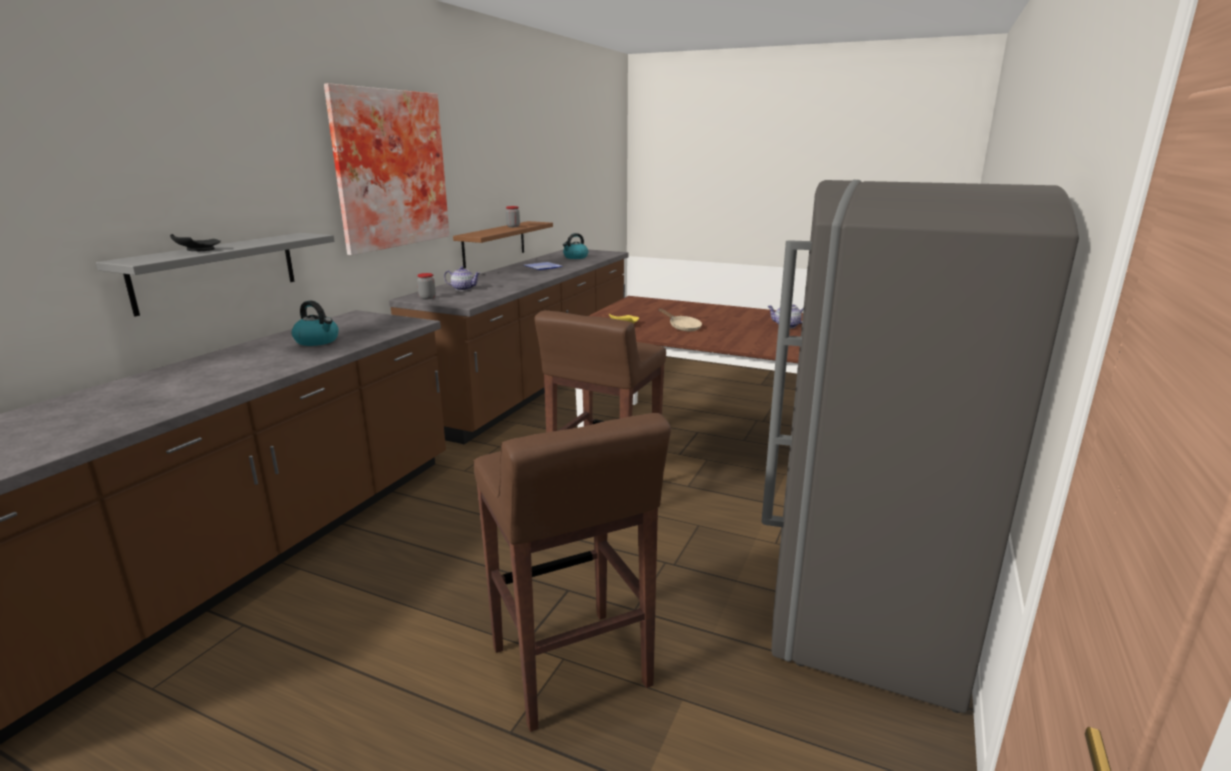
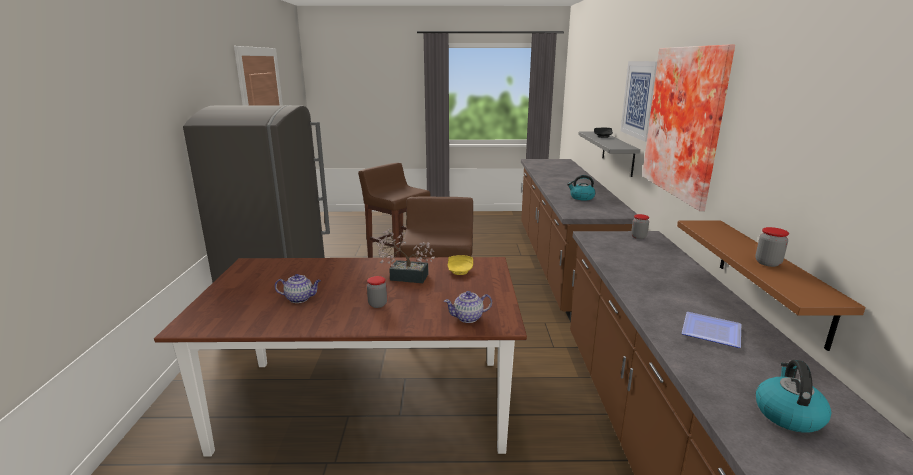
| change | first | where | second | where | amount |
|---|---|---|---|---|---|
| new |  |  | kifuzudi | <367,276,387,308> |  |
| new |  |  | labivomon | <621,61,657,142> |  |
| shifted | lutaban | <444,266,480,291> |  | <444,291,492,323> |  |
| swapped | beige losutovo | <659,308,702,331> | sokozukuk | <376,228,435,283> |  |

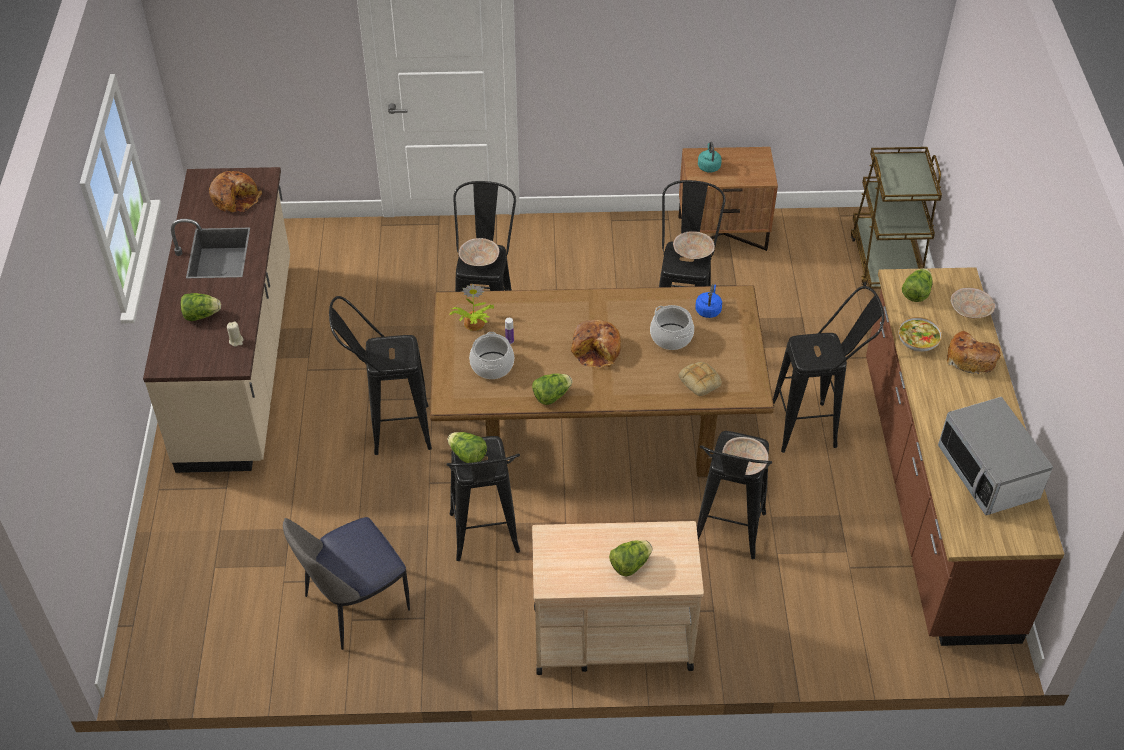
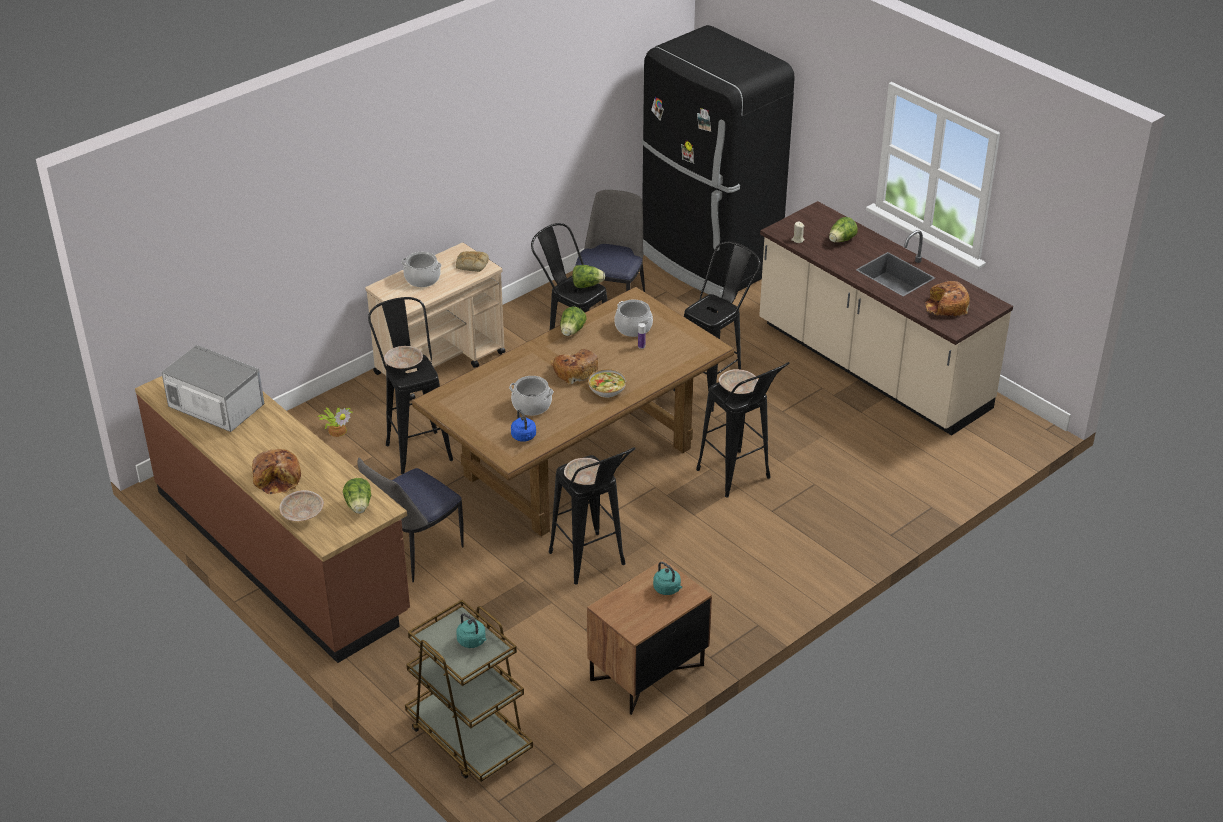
| change | first | where | second | where | amount |
|---|---|---|---|---|---|
| new |  |  | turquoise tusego | <456,613,486,648> |  |
| new |  |  | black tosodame | <642,25,795,298> |  |
| shifted | sokozukuk | <450,284,494,331> |  | <317,407,353,437> |  |
| shifted | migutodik | <679,362,722,396> |  | <456,251,489,272> |  |
| shifted | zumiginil | <899,317,942,352> |  | <588,369,626,398> |  |
| swapped | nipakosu | <609,540,653,577> | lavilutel | <401,252,442,287> |  |
| swapped | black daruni | <773,286,885,453> | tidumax | <357,458,464,582> |  |

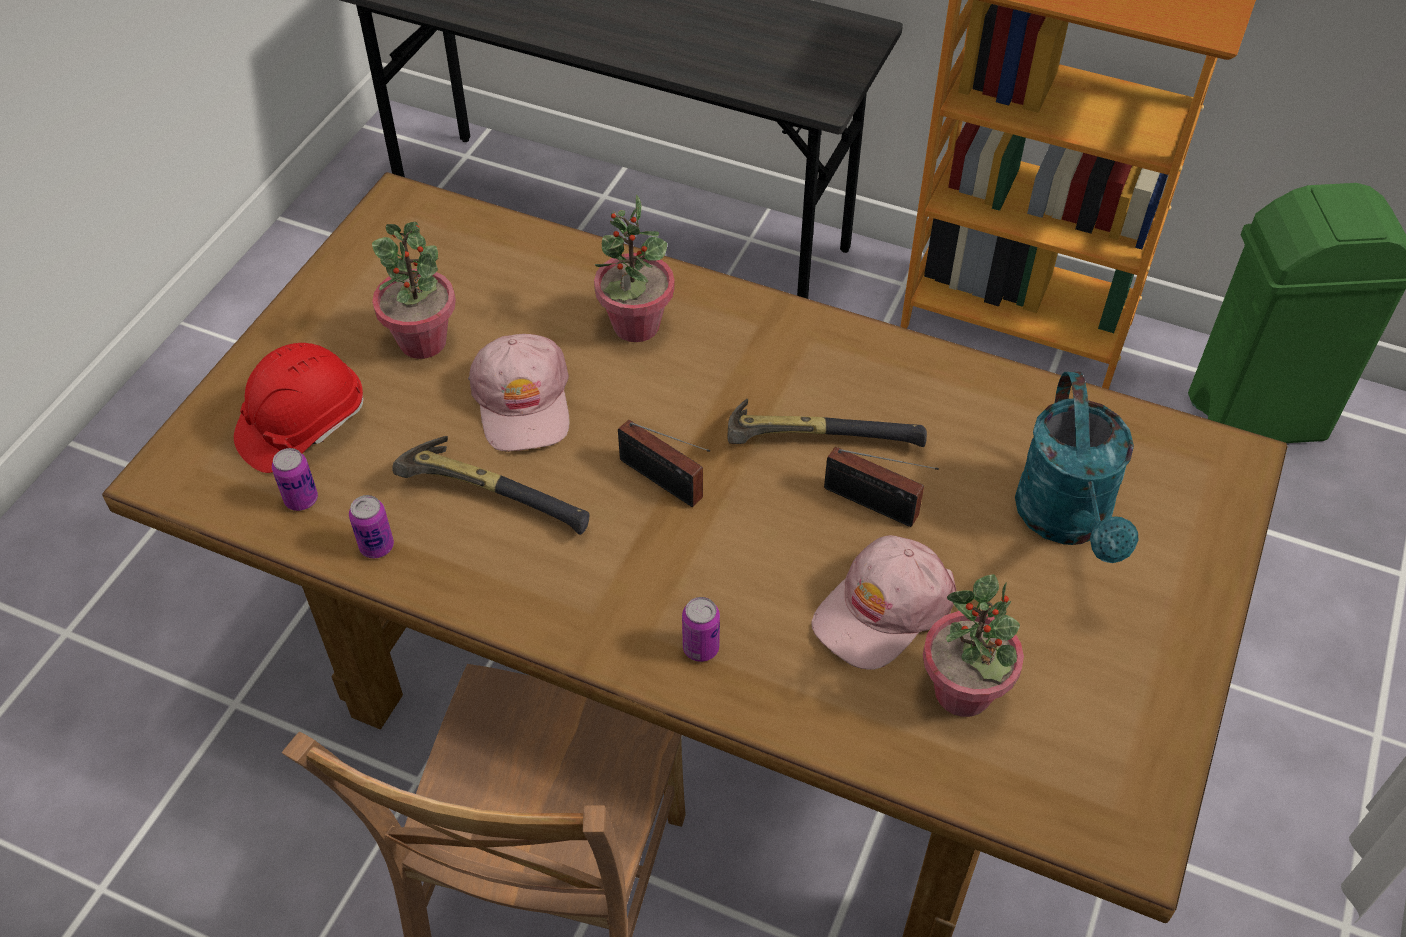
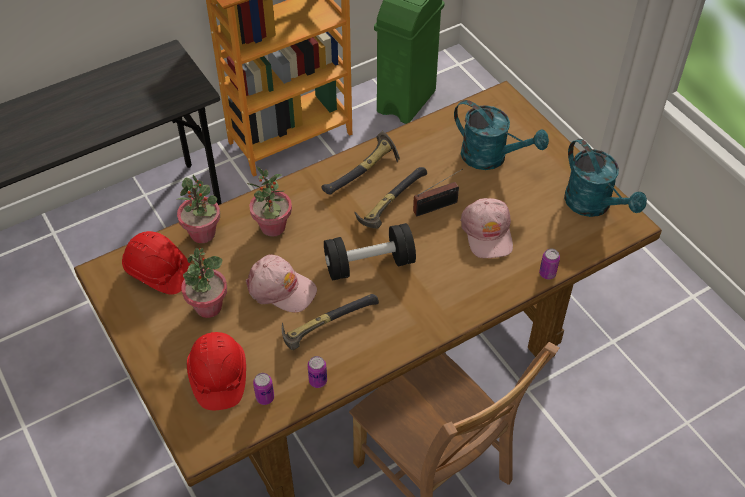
| change | first | where | second | where | amount |
|---|---|---|---|---|---|
| new |  |  | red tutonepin | <122,231,190,295> |  |
| new |  |  | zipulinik | <321,131,400,194> |  |
| new |  |  | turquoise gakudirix | <564,139,647,217> |  |
| shifted | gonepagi | <682,597,720,662> |  | <539,249,560,279> |  |
| shifted | sokozukuk | <923,574,1024,717> |  | <177,175,220,243> |  |
| swapped | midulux | <618,420,710,507> | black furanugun | <324,223,416,280> |  |

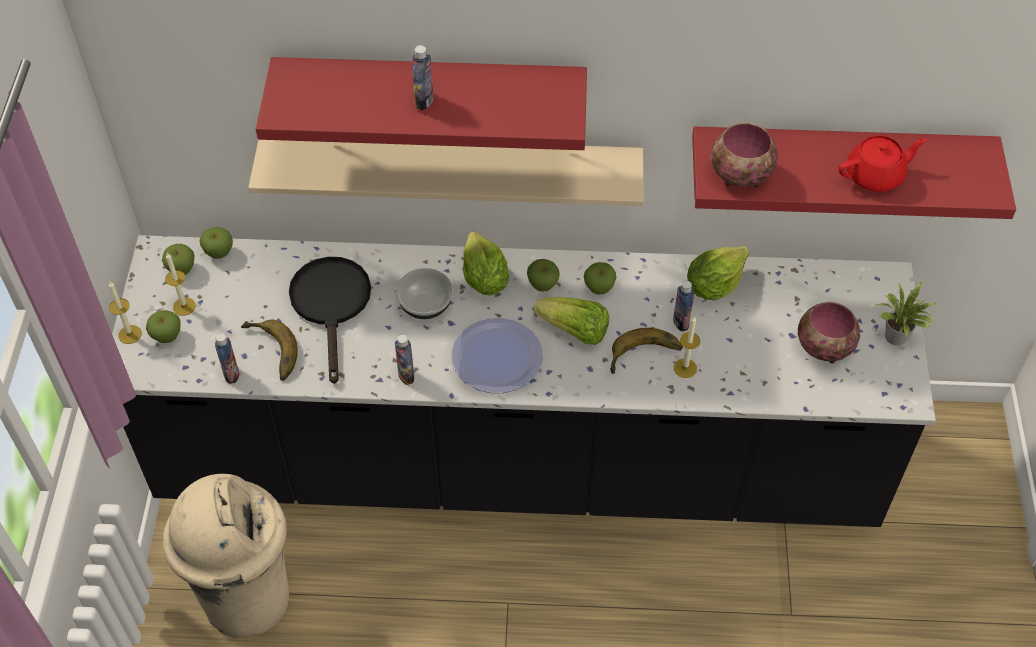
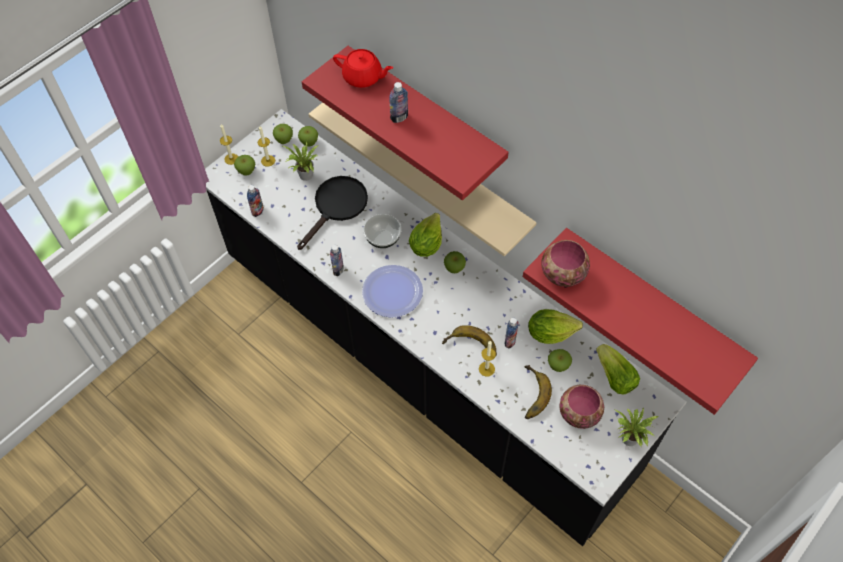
| change | first | where | second | where | amount |
|---|---|---|---|---|---|
| gone | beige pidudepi | <163,474,289,638> |  |  |  |
| new |  |  | sokozukuk | <283,141,319,181> |  |
| shifted | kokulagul | <241,320,298,381> |  | <524,365,552,419> |  |
| shifted | nipakosu | <533,297,609,345> |  | <596,344,640,395> |  |
| shifted | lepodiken | <584,262,617,294> |  | <548,349,572,372> |  |
| shifted | red lutaban | <838,135,927,192> |  | <333,49,393,88> |  |

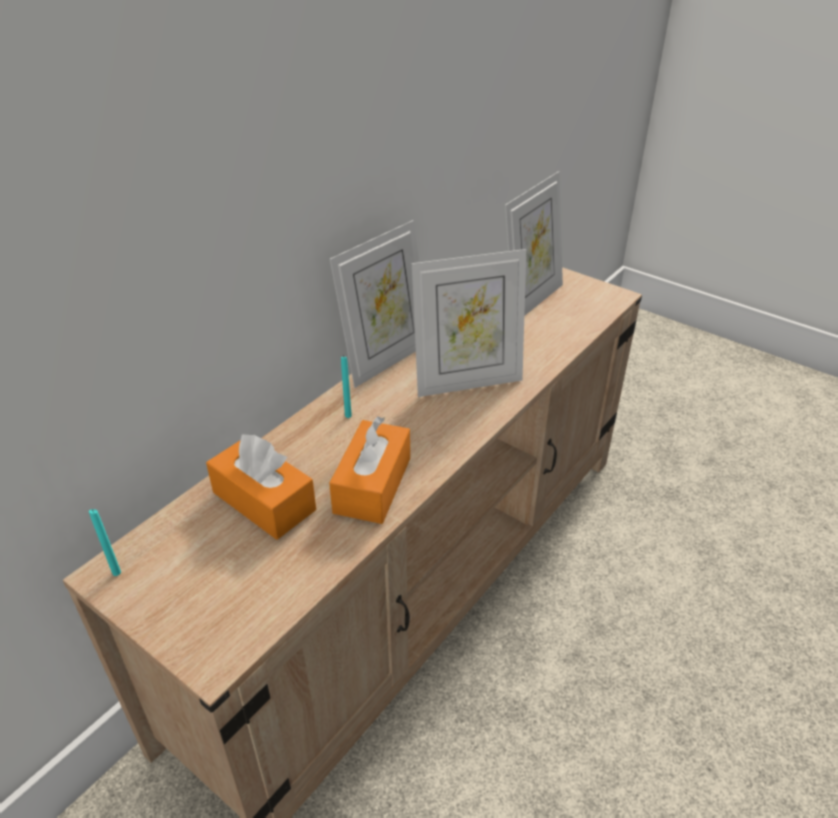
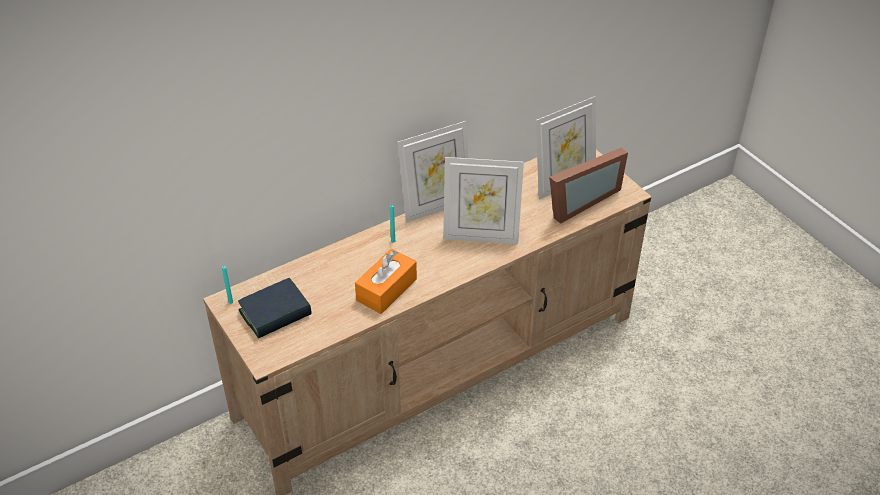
| change | first | where | second | where | amount |
|---|---|---|---|---|---|
| gone | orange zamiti | <206,434,316,540> |  |  |  |
| new |  |  | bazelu | <238,278,312,338> |  |
| new |  |  | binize | <549,148,628,224> |  |

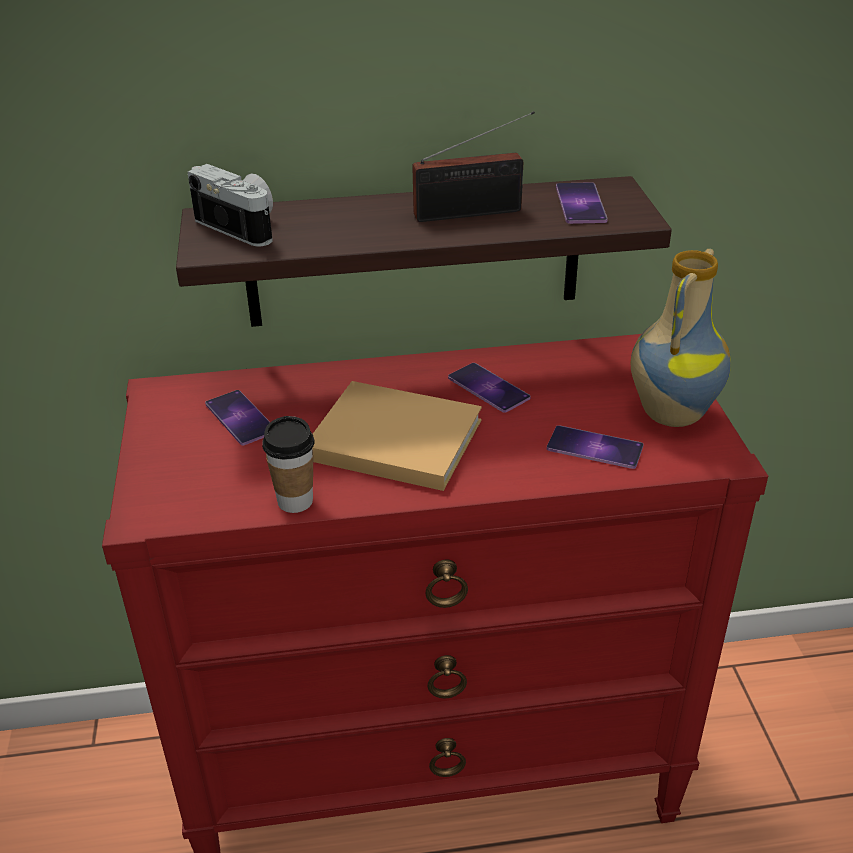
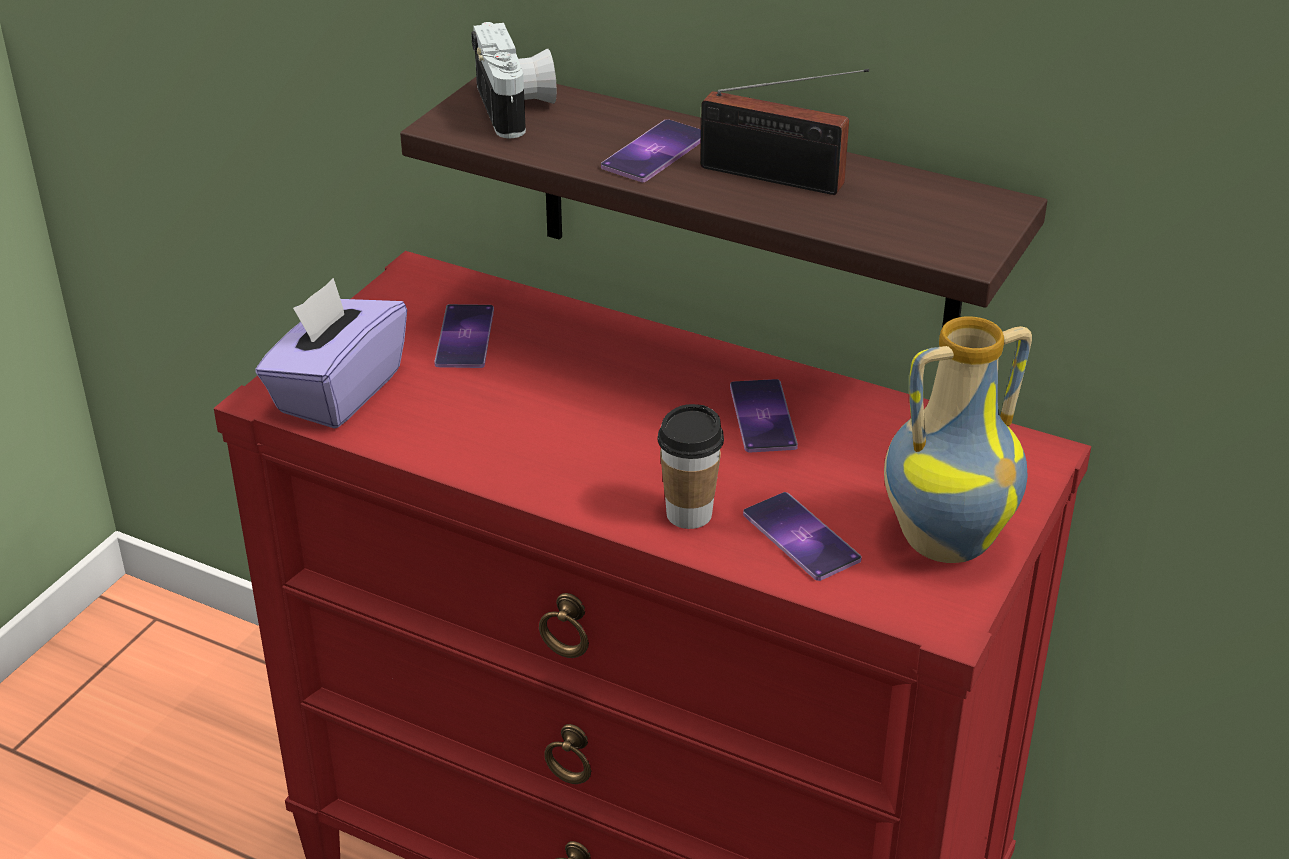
| change | first | where | second | where | amount |
|---|---|---|---|---|---|
| gone | beige bazelu | <312,381,482,491> |  |  |  |
| new |  |  | purple zamiti | <255,278,407,429> |  |
| shifted | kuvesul | <262,416,315,513> |  | <657,404,724,529> |  |
| shifted | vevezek | <556,182,608,224> |  | <601,119,701,182> |  |

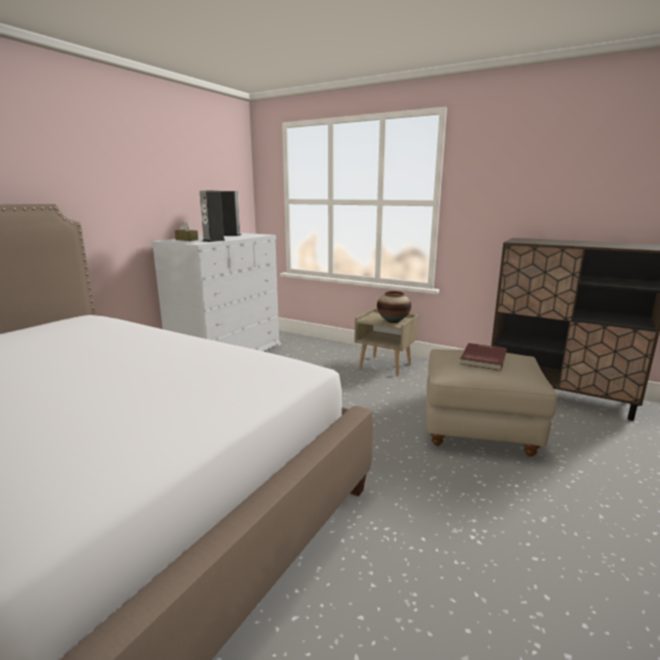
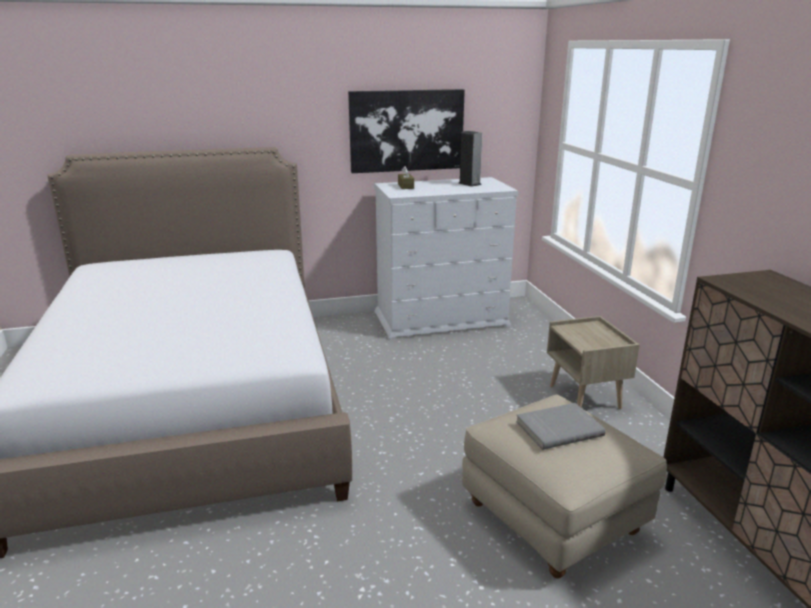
| change | first | where | second | where | amount |
|---|---|---|---|---|---|
| gone | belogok | <200,191,226,242> |  |  |  |
| gone | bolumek | <377,291,411,323> |  |  |  |
| new |  |  | labivomon | <348,89,465,173> |  |
| repainted | red bazelu | <460,343,507,371> | grey bazelu | <516,403,605,450> |  |

